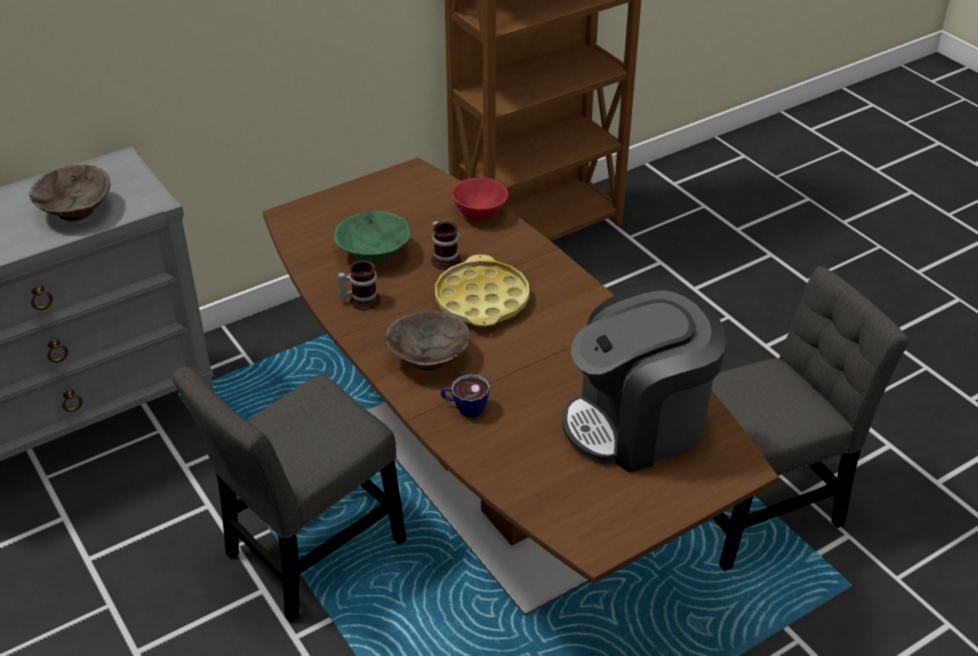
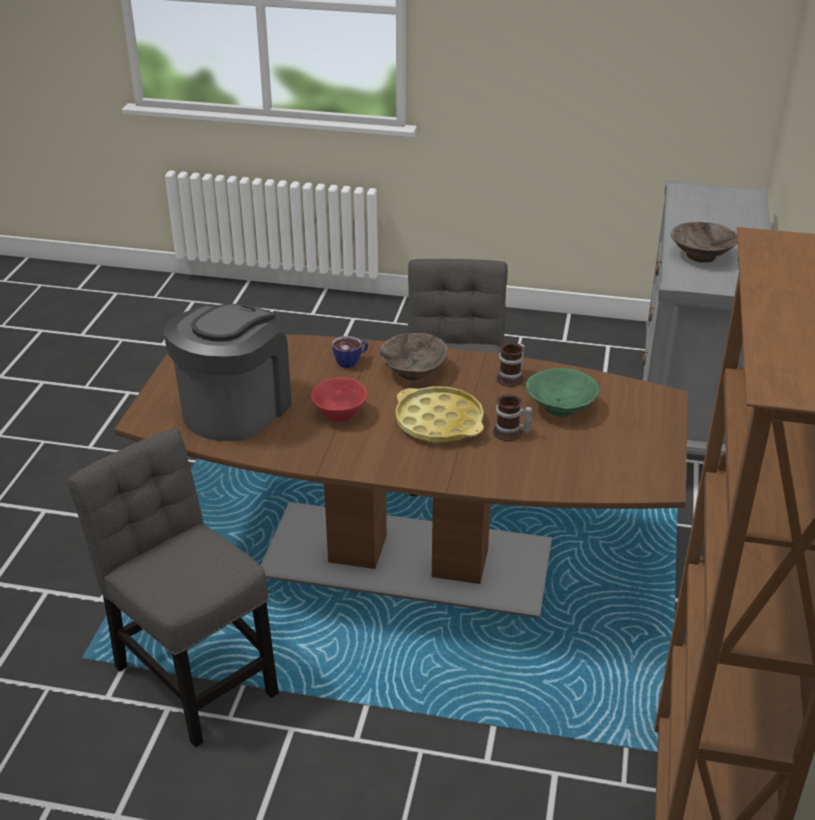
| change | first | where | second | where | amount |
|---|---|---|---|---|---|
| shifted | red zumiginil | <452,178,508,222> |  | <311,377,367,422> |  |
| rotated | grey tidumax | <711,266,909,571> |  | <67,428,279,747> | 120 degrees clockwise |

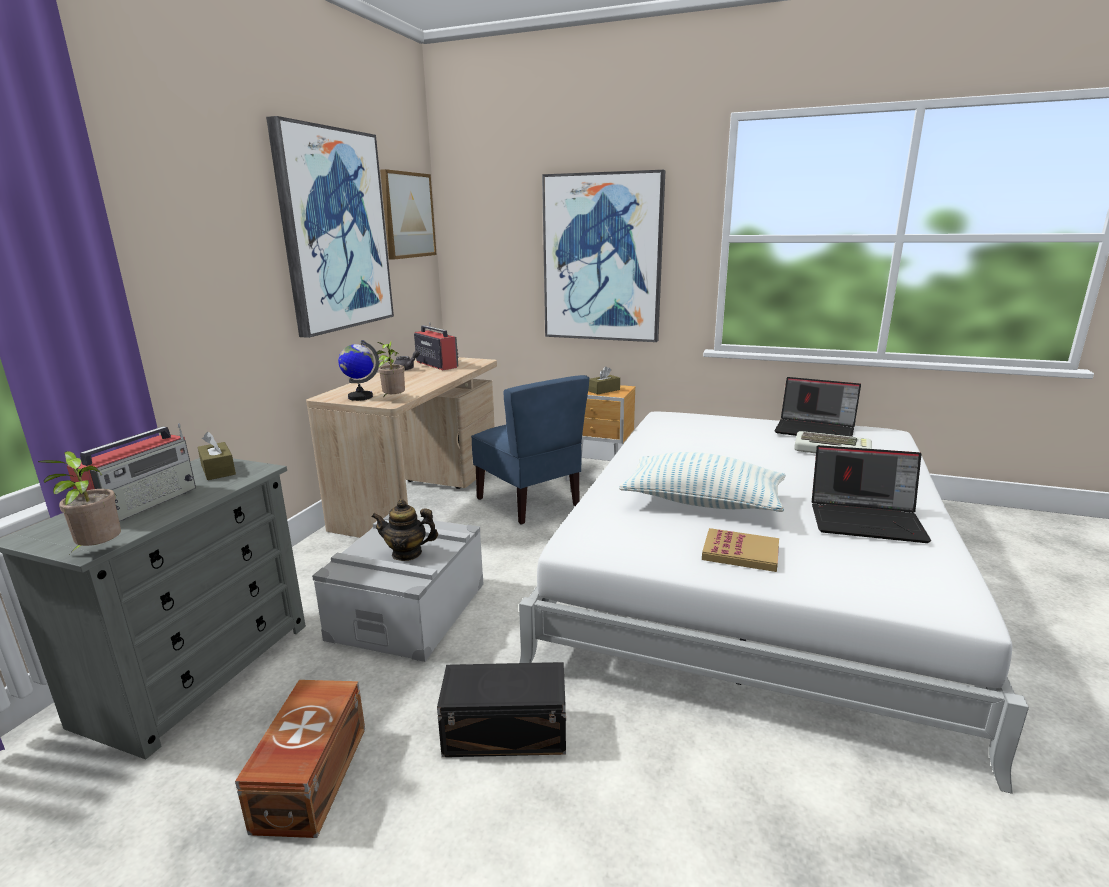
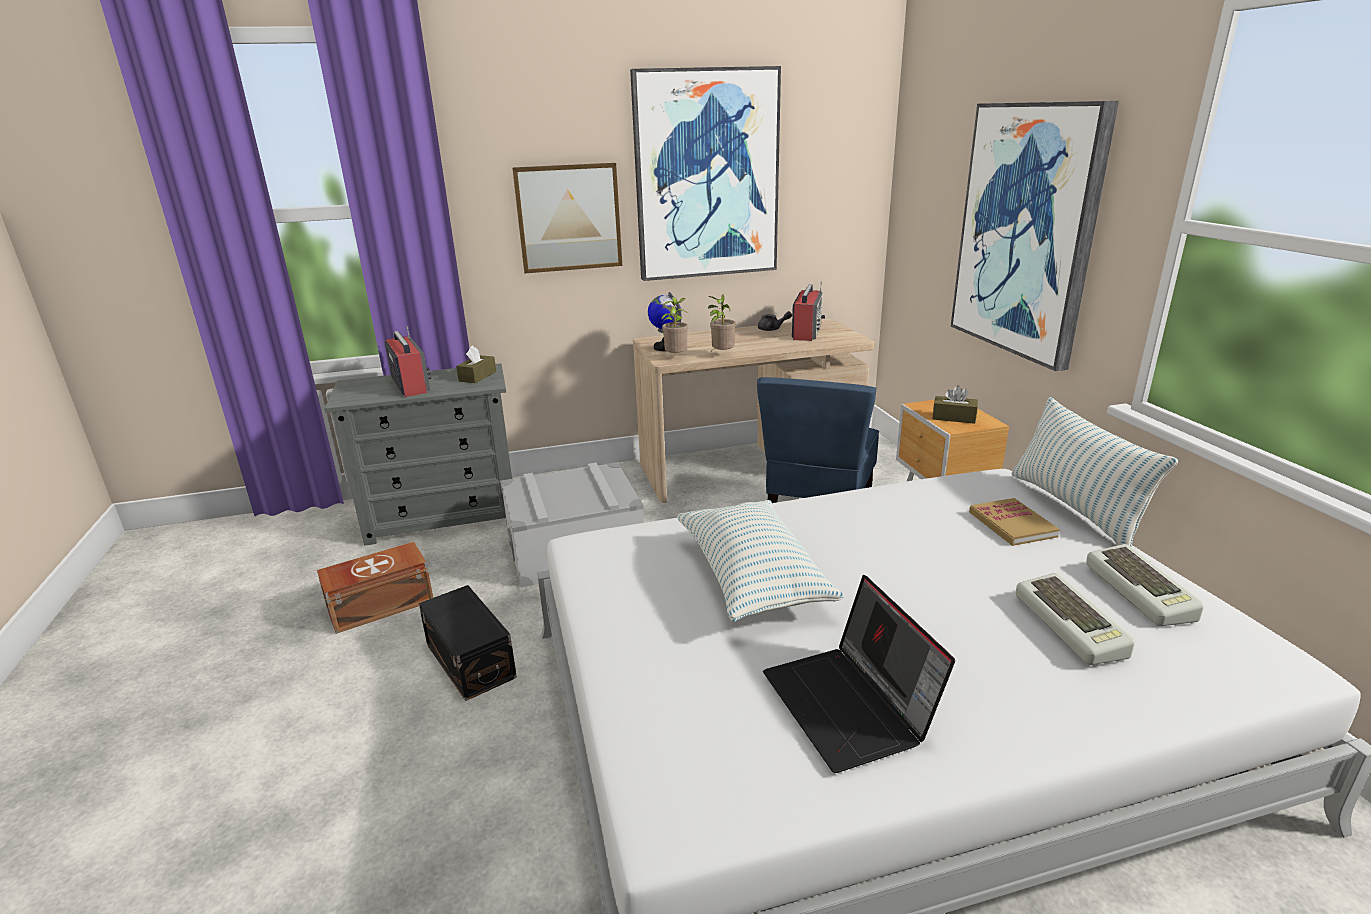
| change | first | where | second | where | amount |
|---|---|---|---|---|---|
| gone | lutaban | <371,499,438,561> |  |  |  |
| new |  |  | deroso | <1011,397,1178,547> |  |
| shifted | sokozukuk | <38,451,121,554> |  | <708,294,736,353> |  |
| shifted | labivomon | <380,169,437,260> |  | <512,163,622,273> |  |
| shifted | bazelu | <702,528,779,572> |  | <969,498,1060,546> |  |
| swapped | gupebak | <774,377,861,437> | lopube | <1086,544,1204,626> |  |
| rotated | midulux | <67,423,196,522> |  | <384,326,431,397> | 105 degrees counterclockwise |

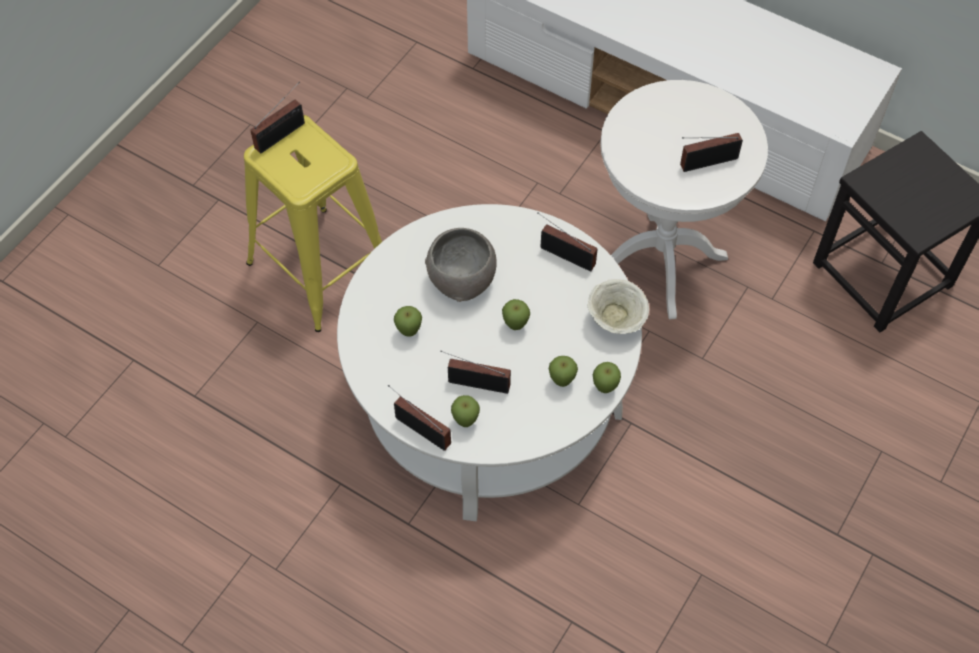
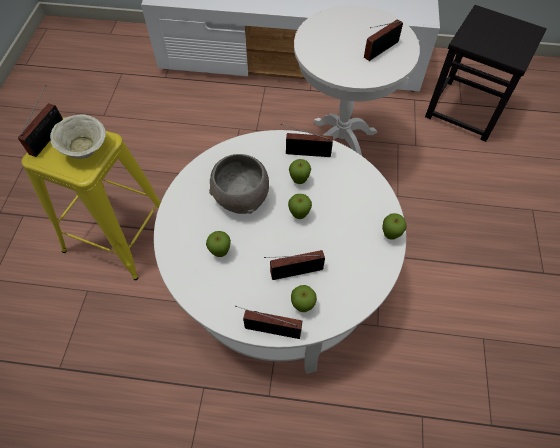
| change | first | where | second | where | amount |
|---|---|---|---|---|---|
| shifted | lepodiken | <549,356,578,387> |  | <289,159,311,184> |  |
| shifted | beige zumiginil | <587,279,649,334> |  | <50,115,106,159> |  |

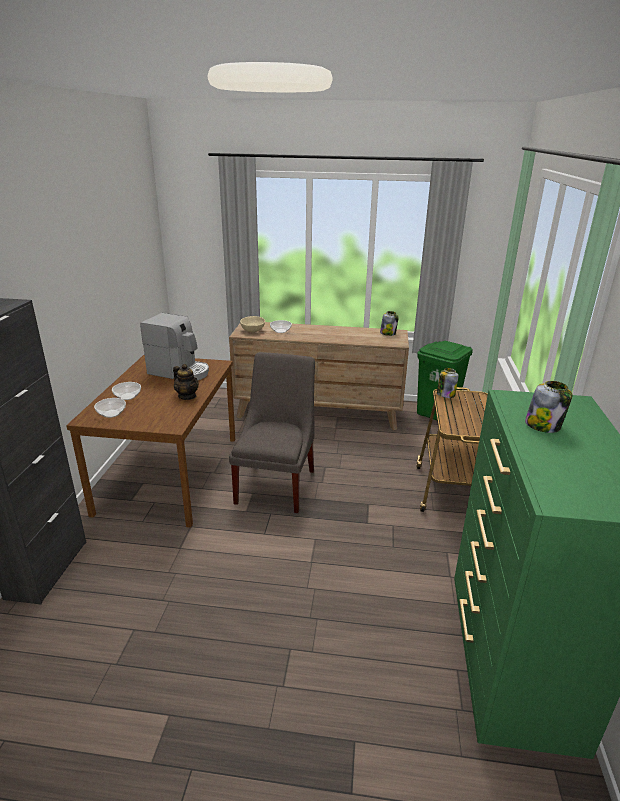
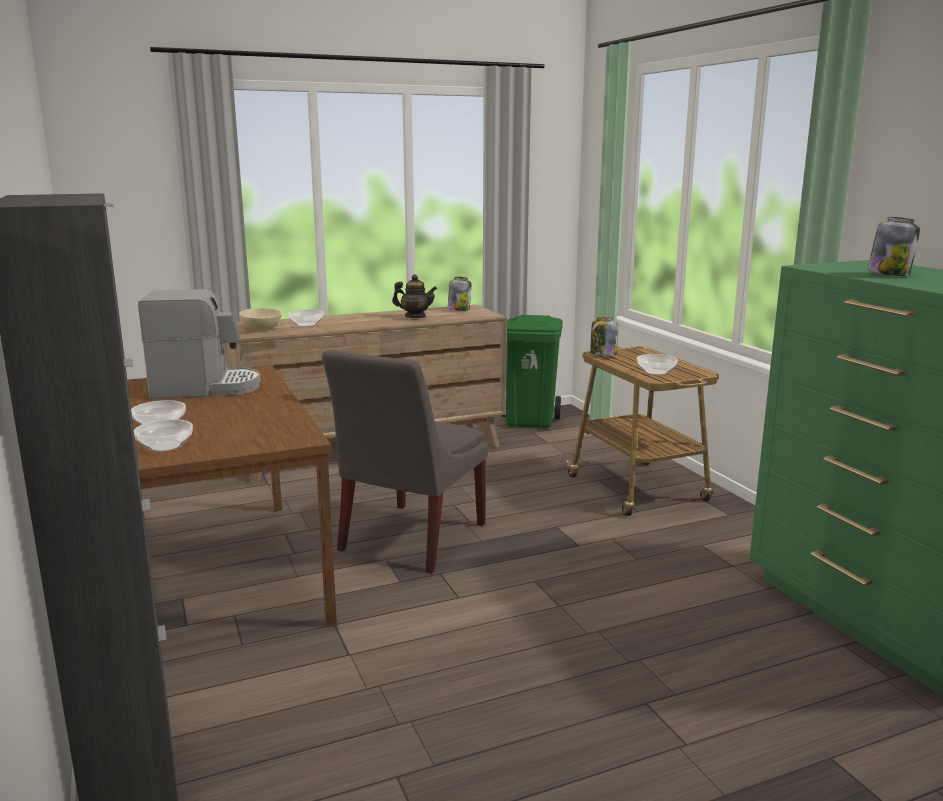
| change | first | where | second | where | amount |
|---|---|---|---|---|---|
| new |  |  | zumiginil | <637,354,677,375> |  |
| shifted | lutaban | <173,364,199,400> |  | <392,274,437,318> |  |
| rotated | grey tidumax | <229,352,315,513> |  | <322,350,488,574> | 135 degrees counterclockwise |

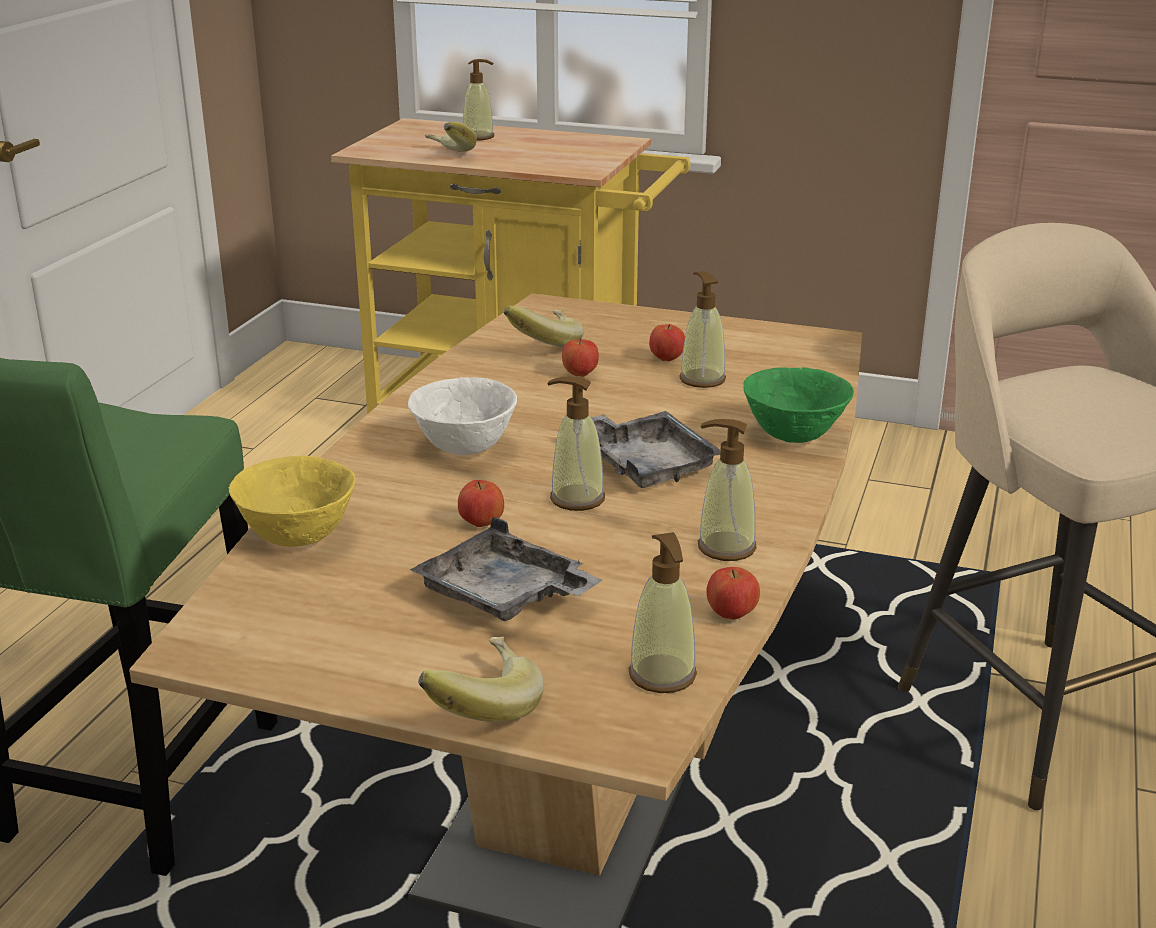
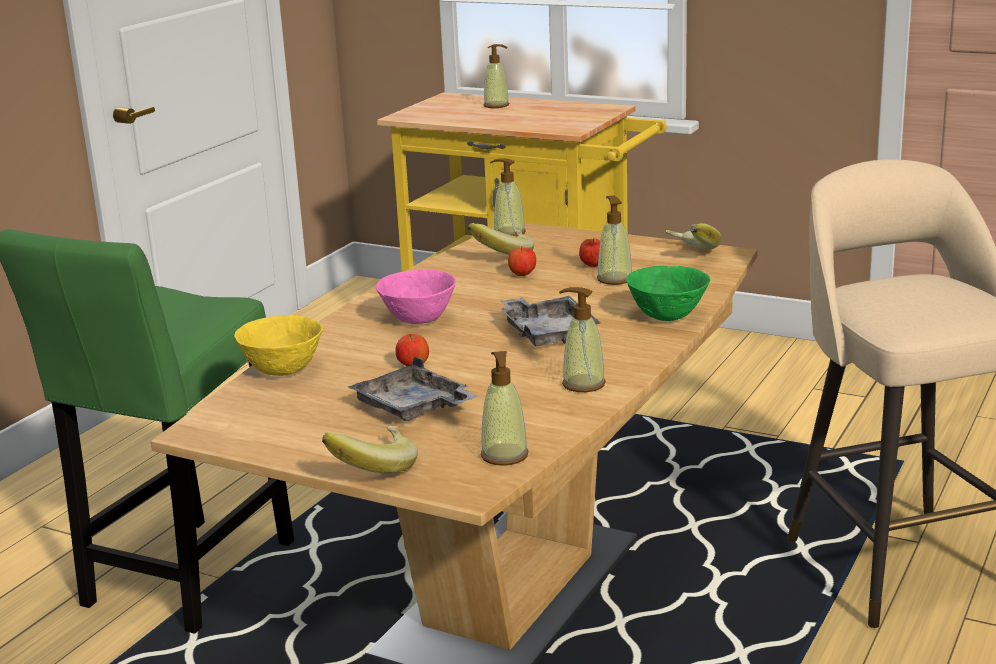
| change | first | where | second | where | amount |
|---|---|---|---|---|---|
| gone | lepodiken | <707,567,760,620> |  |  |  |
| shifted | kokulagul | <425,122,477,152> |  | <666,223,721,250> |  |
| shifted | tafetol | <547,377,605,511> |  | <490,159,526,236> |  |
| repainted | white zumiginil | <408,377,517,455> | pink zumiginil | <376,269,456,324> |  |

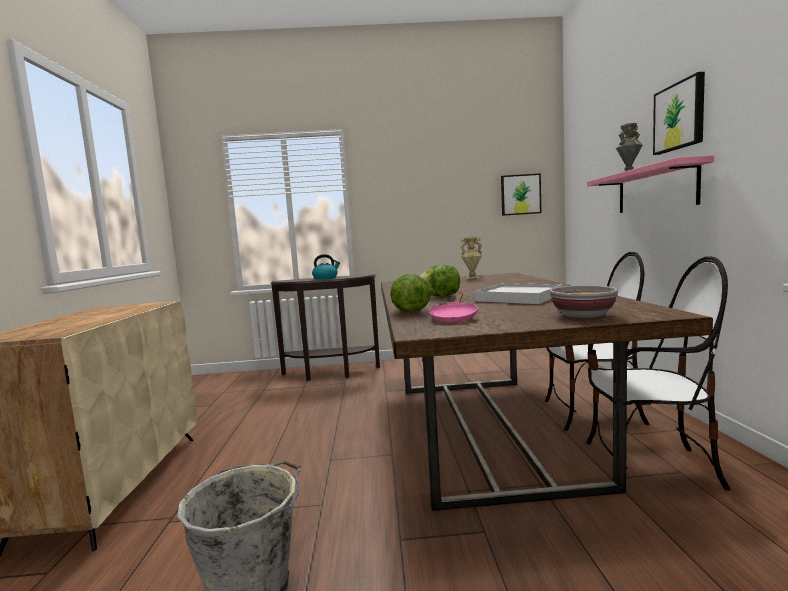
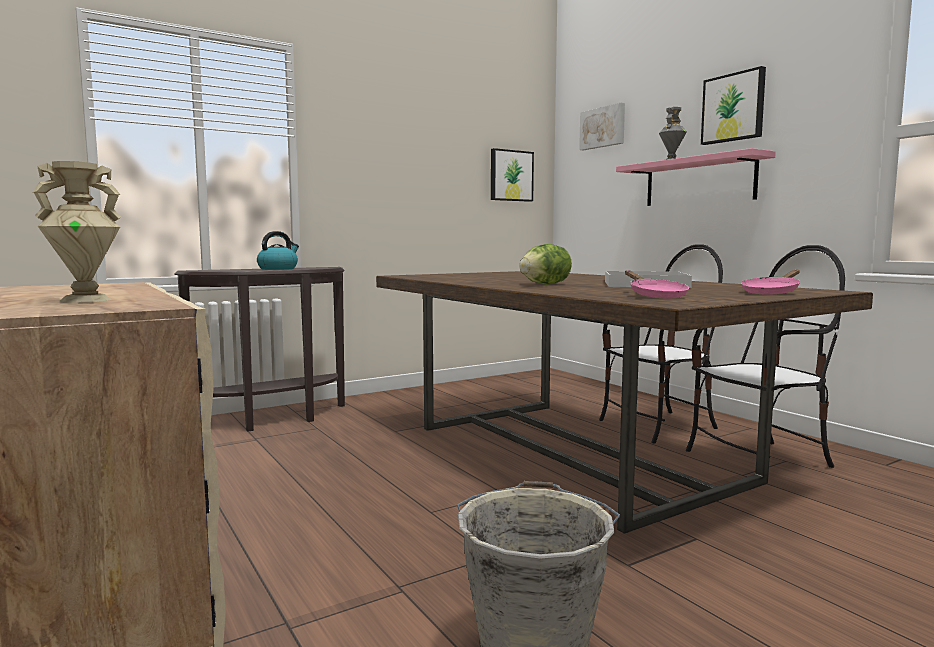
| change | first | where | second | where | amount |
|---|---|---|---|---|---|
| gone | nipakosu | <390,274,431,313> |  |  |  |
| new |  |  | labivomon | <579,103,625,150> |  |
| shifted | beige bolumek | <460,237,482,279> |  | <32,161,121,303> |  |
| swapped | zumiginil | <550,285,618,318> | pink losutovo | <741,270,800,295> |  |

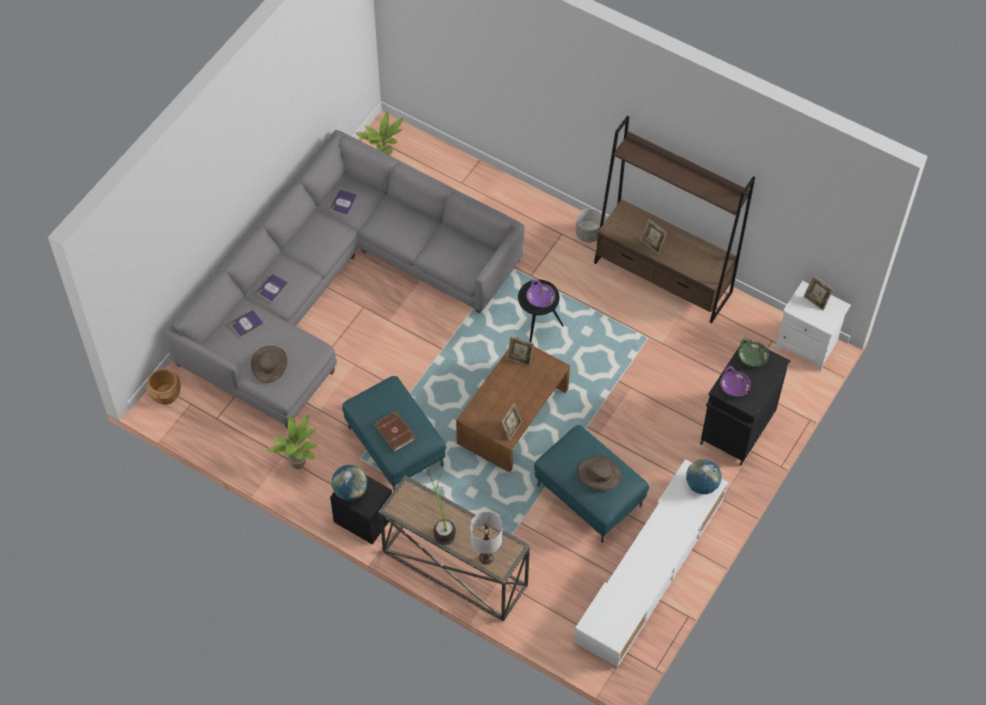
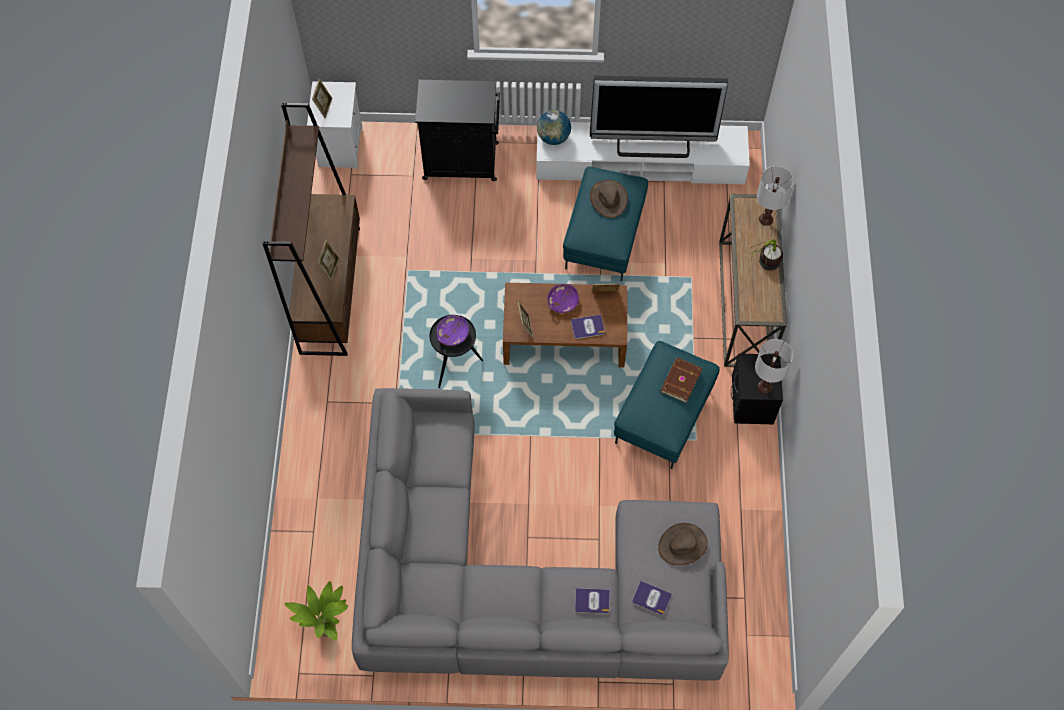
| change | first | where | second | where | amount |
|---|---|---|---|---|---|
| gone | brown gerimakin | <146,368,181,405> |  |  |  |
| gone | sokozukuk | <267,414,317,469> |  |  |  |
| gone | grey gerimakin | <576,208,602,243> |  |  |  |
| gone | green zumiginil | <738,338,769,367> |  |  |  |
| new |  |  | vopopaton | <590,76,728,158> |  |
| shifted | bazelu | <330,189,358,216> |  | <571,314,605,339> |  |
| shifted | purple zumiginil | <720,366,751,397> |  | <547,284,579,313> |  |
| swapped | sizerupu | <332,465,367,501> | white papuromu | <755,339,793,393> |  |

